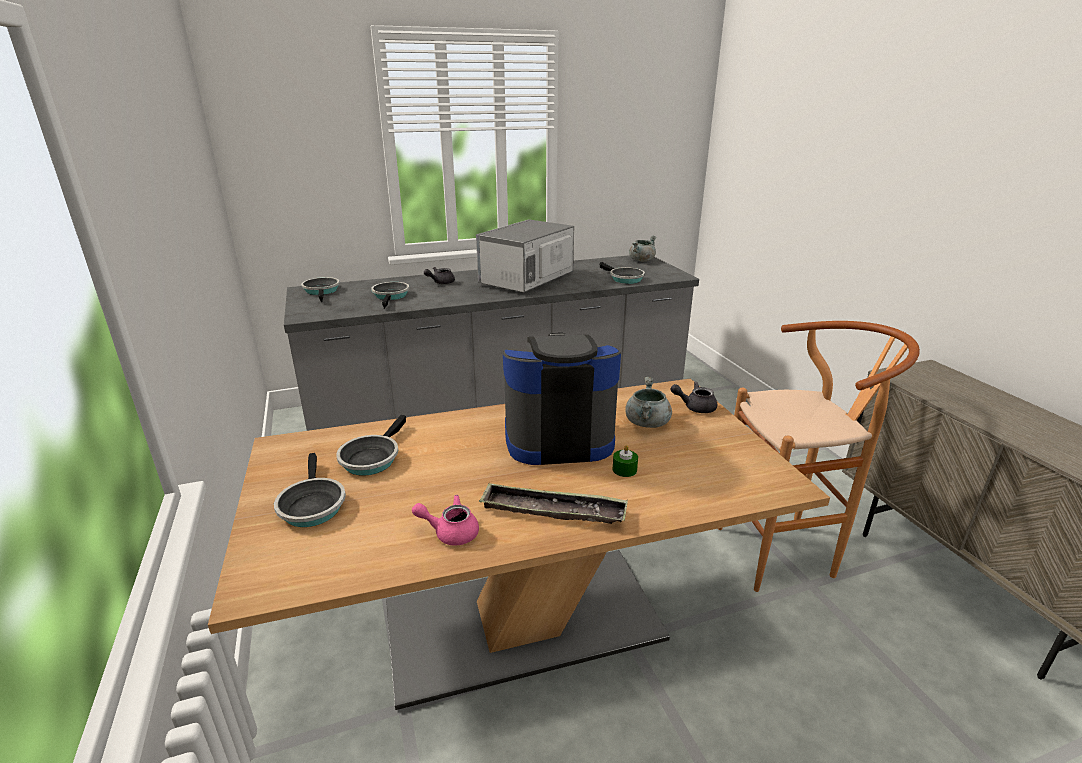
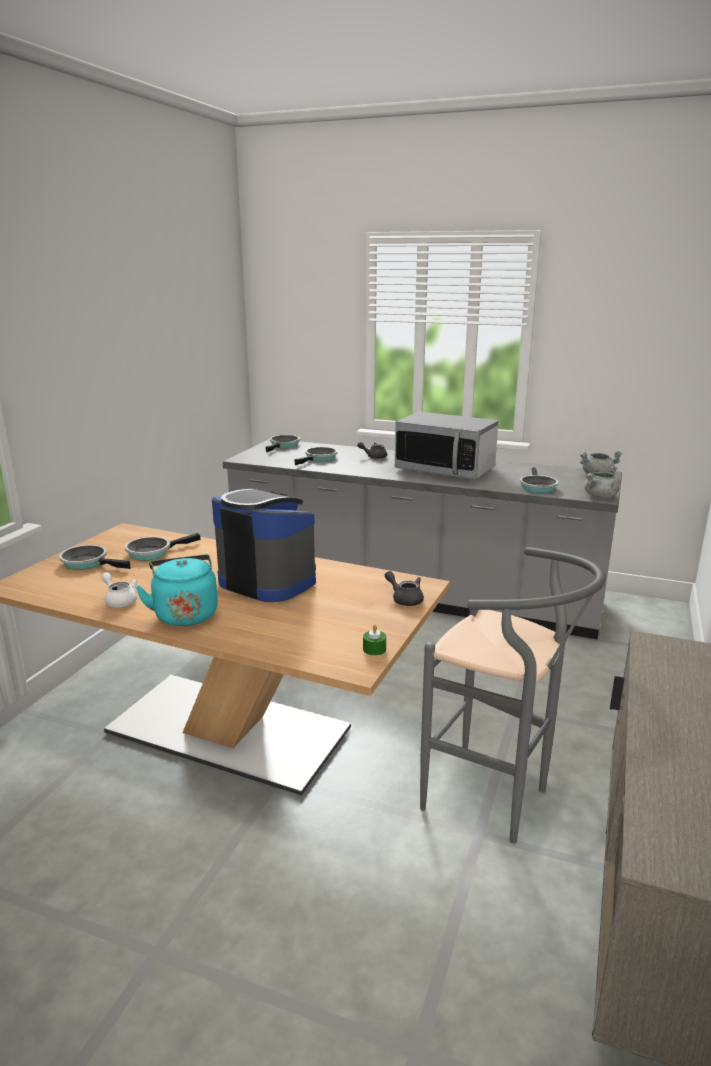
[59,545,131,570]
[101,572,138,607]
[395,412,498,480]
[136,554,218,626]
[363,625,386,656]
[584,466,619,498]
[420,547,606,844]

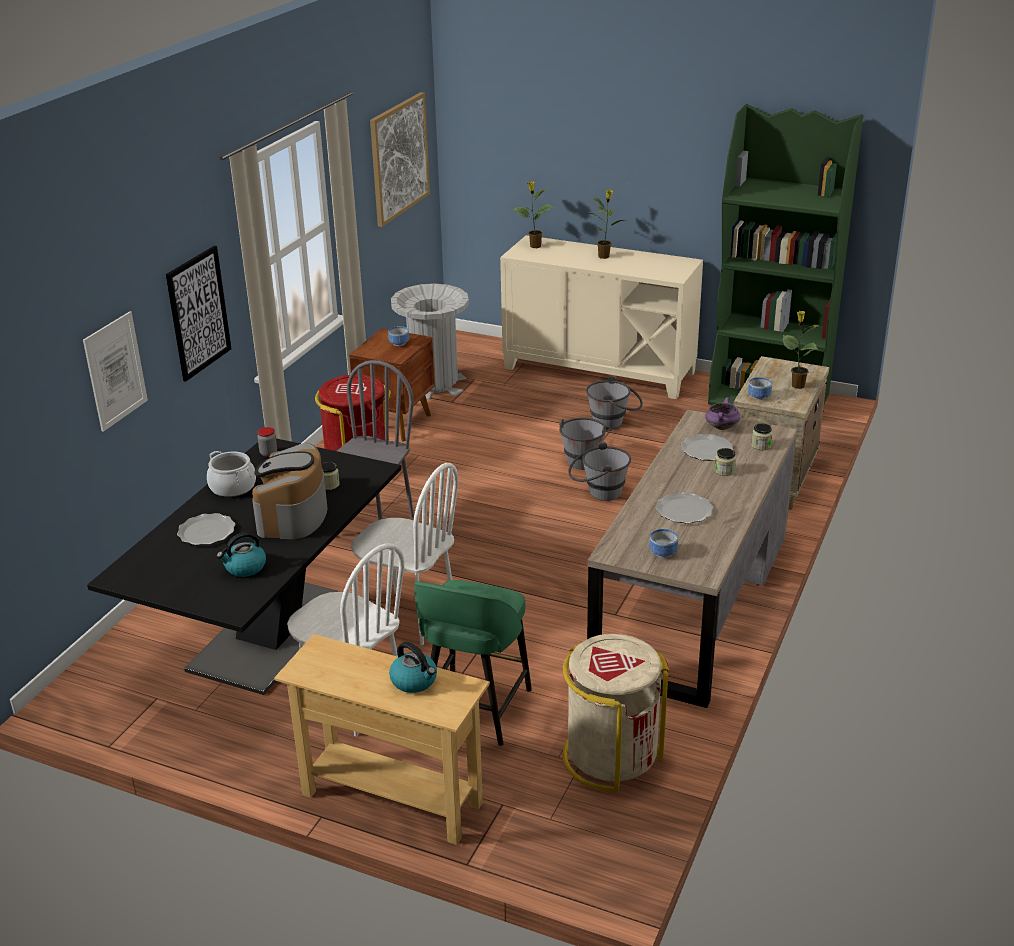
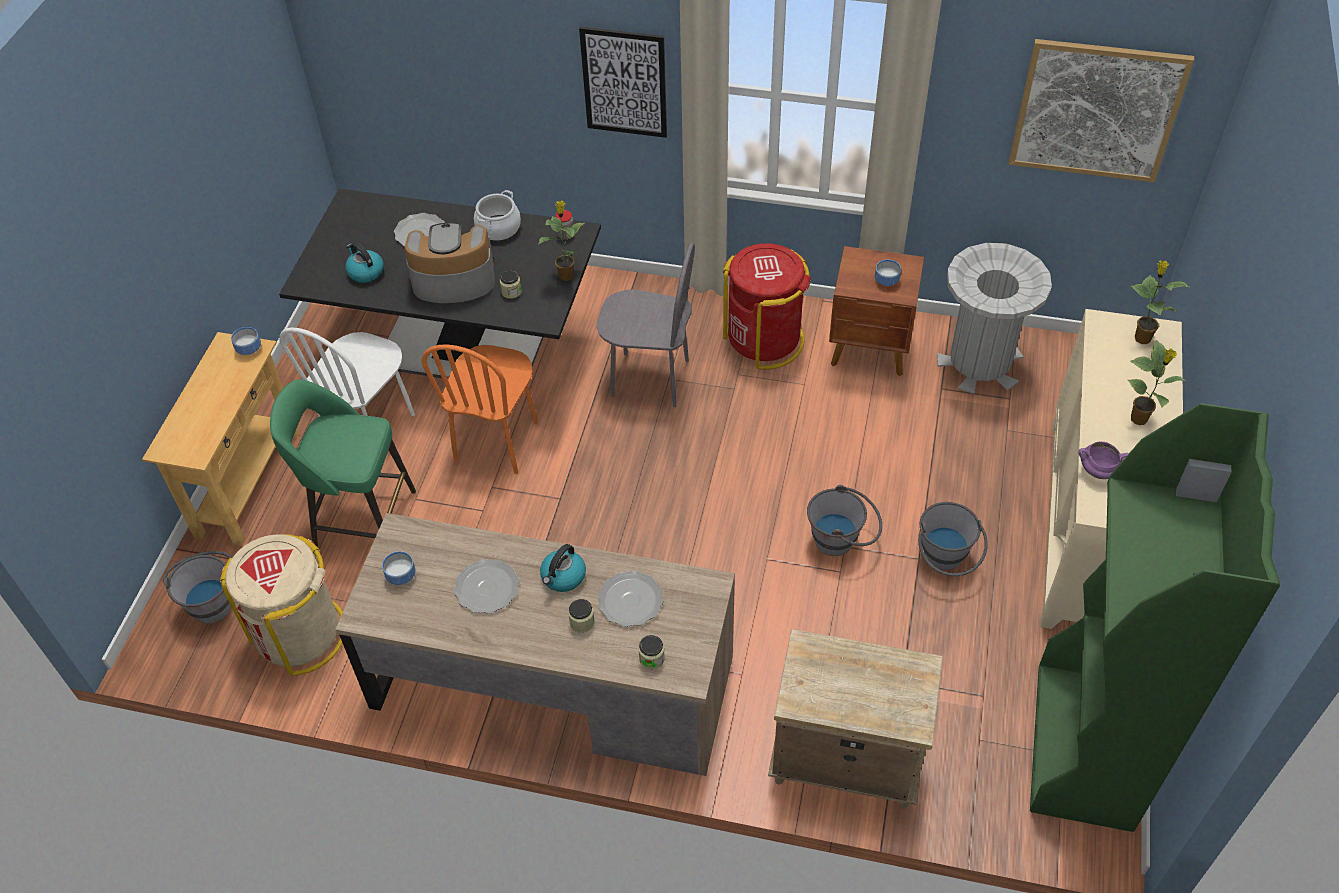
[83,311,148,432] (first image)
[422,344,538,474]
[540,544,586,592]
[163,551,232,624]
[1078,442,1129,479]
[231,327,261,355]
[538,201,586,281]

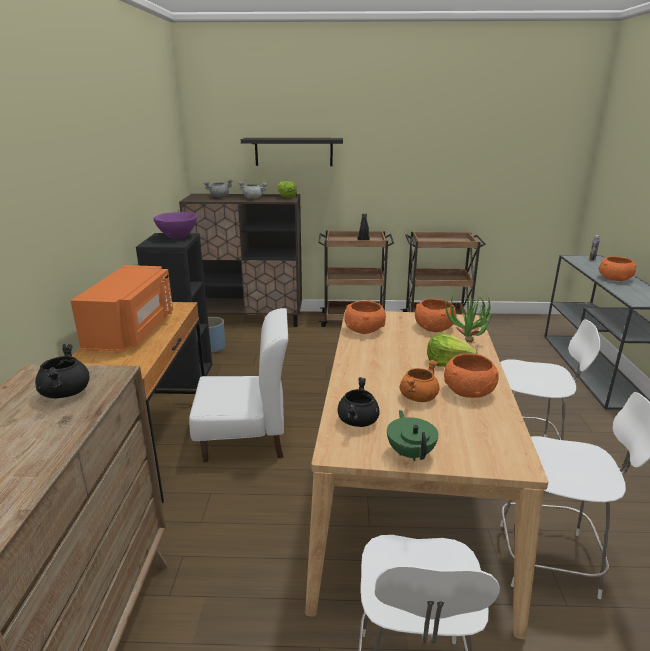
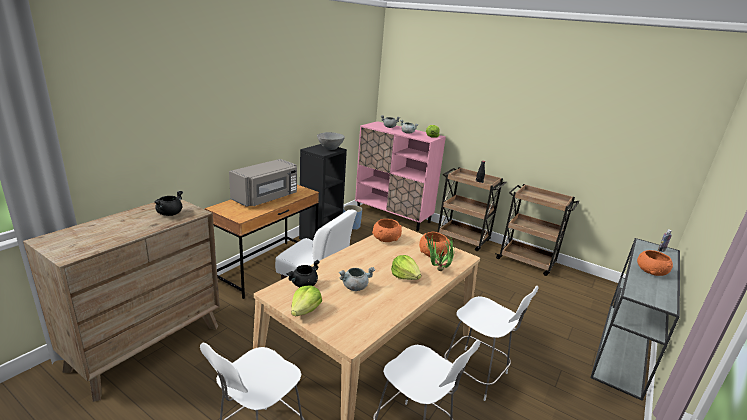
[229,159,297,207]
[317,132,345,150]
[355,121,446,231]
[241,138,343,166] (first image)
[291,285,322,316]
[339,267,375,291]
[444,354,499,398] (first image)

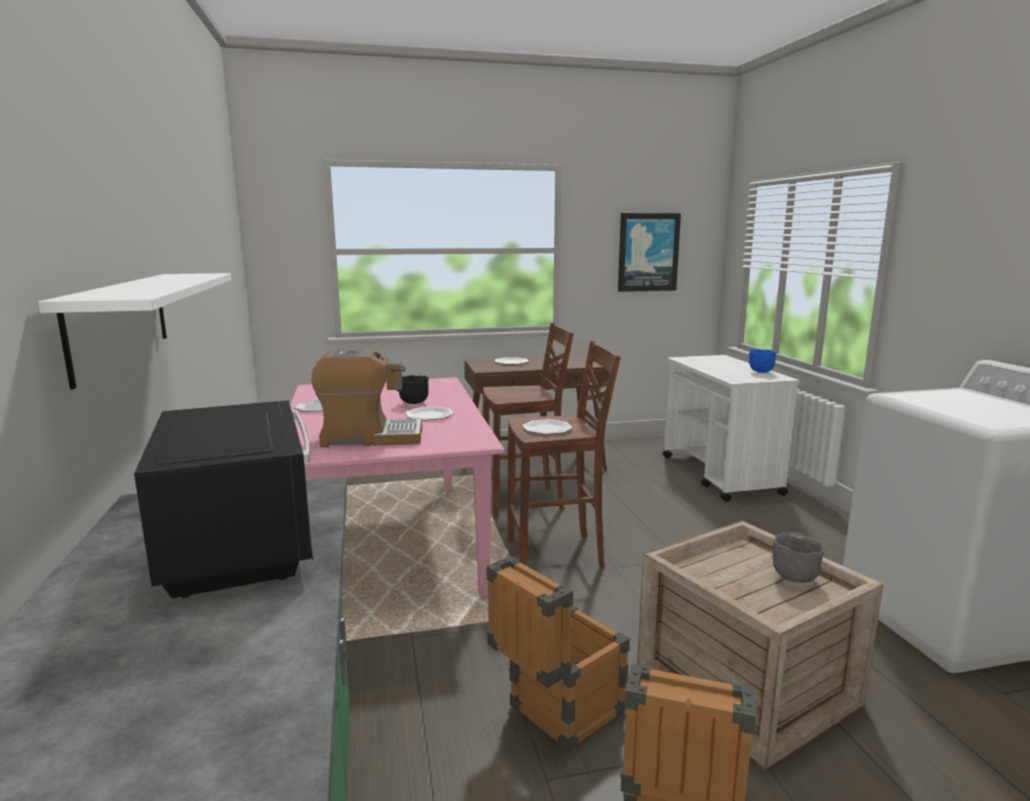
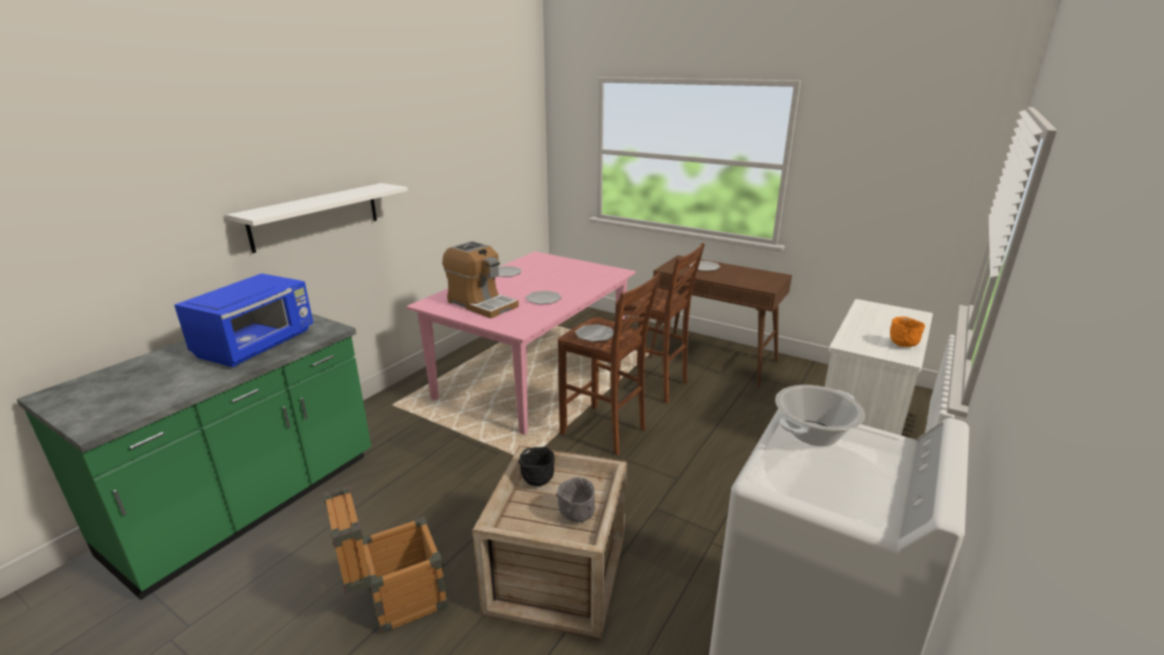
[174,273,313,367]
[518,447,554,487]
[486,556,630,752] (first image)
[618,213,681,292] (first image)
[890,316,925,347]
[775,385,865,446]

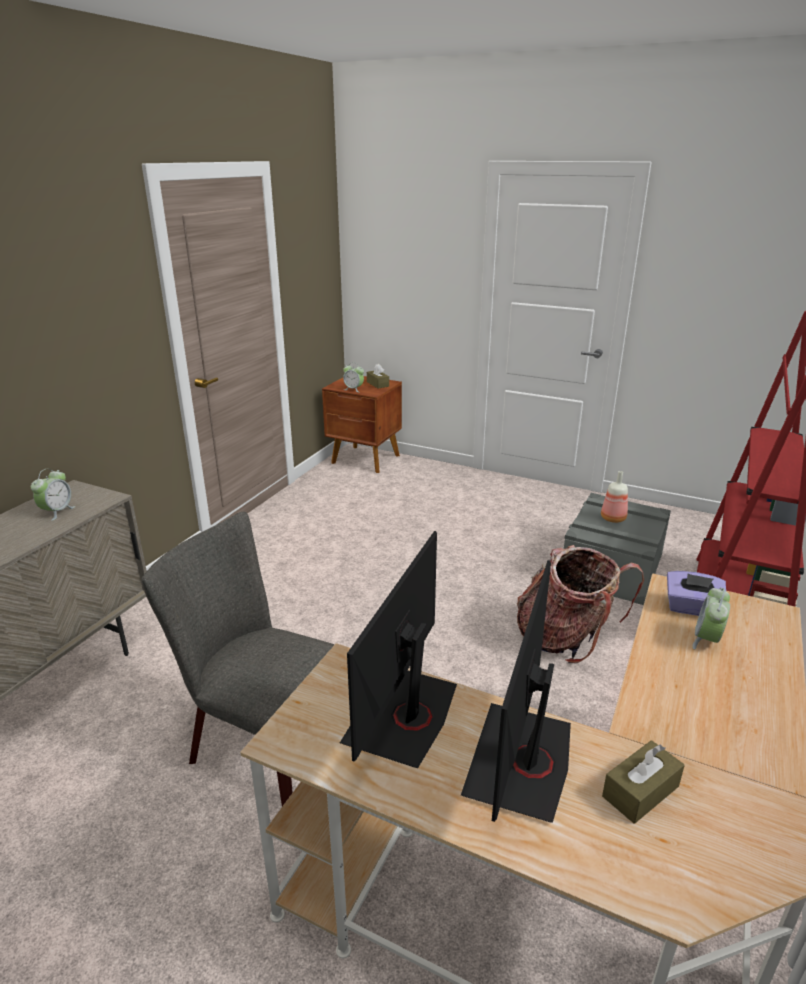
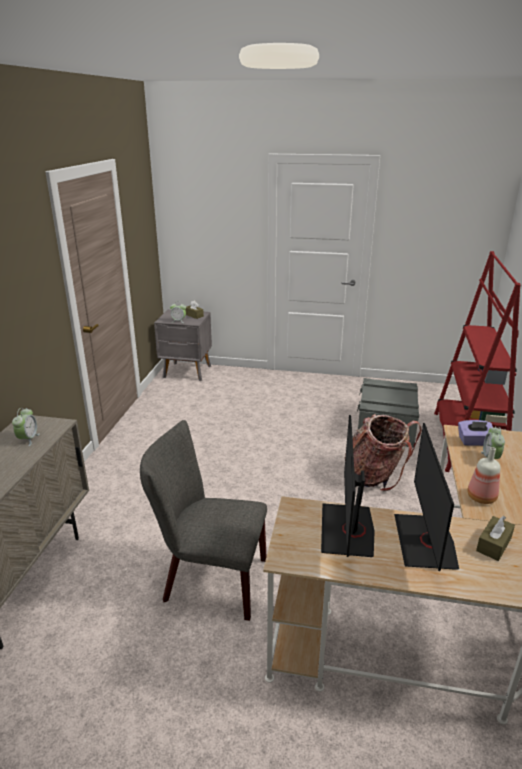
[154,309,212,381]
[467,447,500,504]

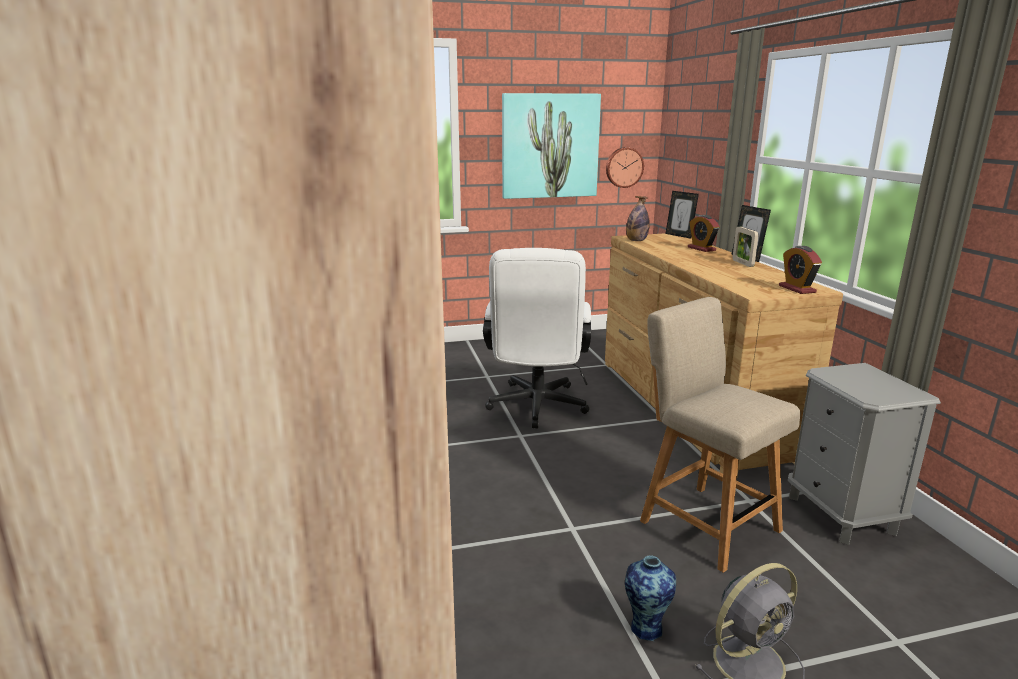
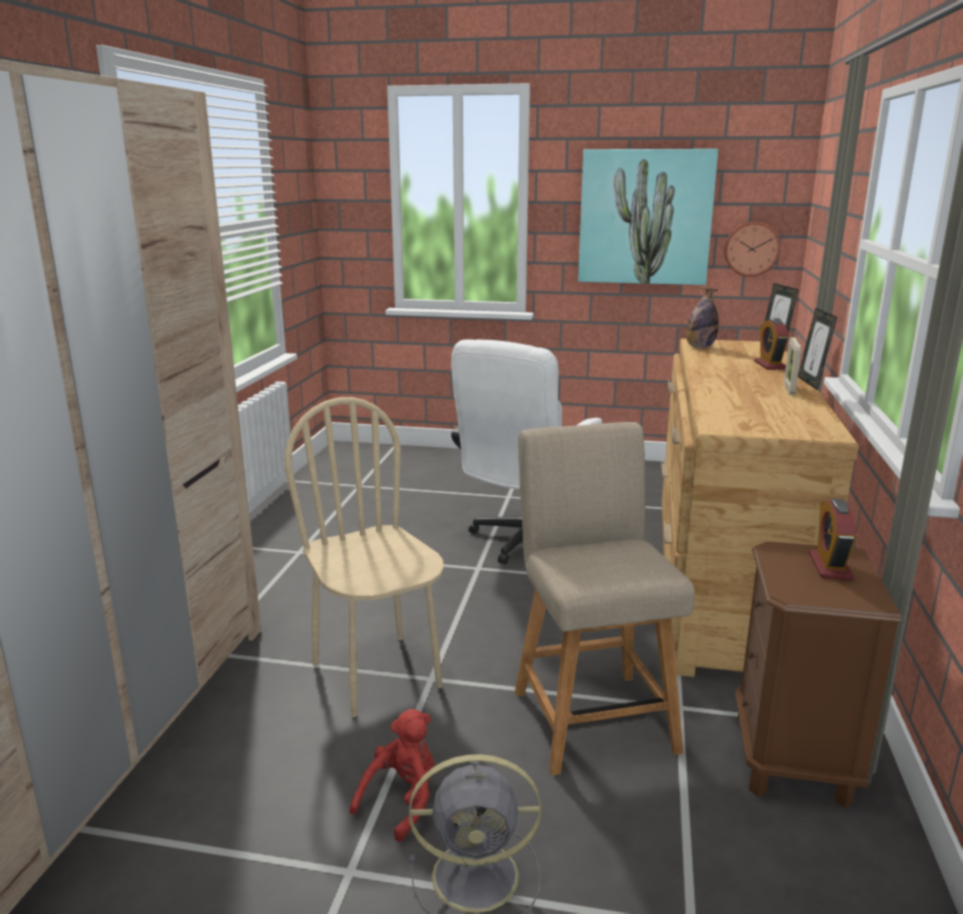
[350,709,434,842]
[809,498,856,580]
[735,541,901,808]
[284,397,444,717]

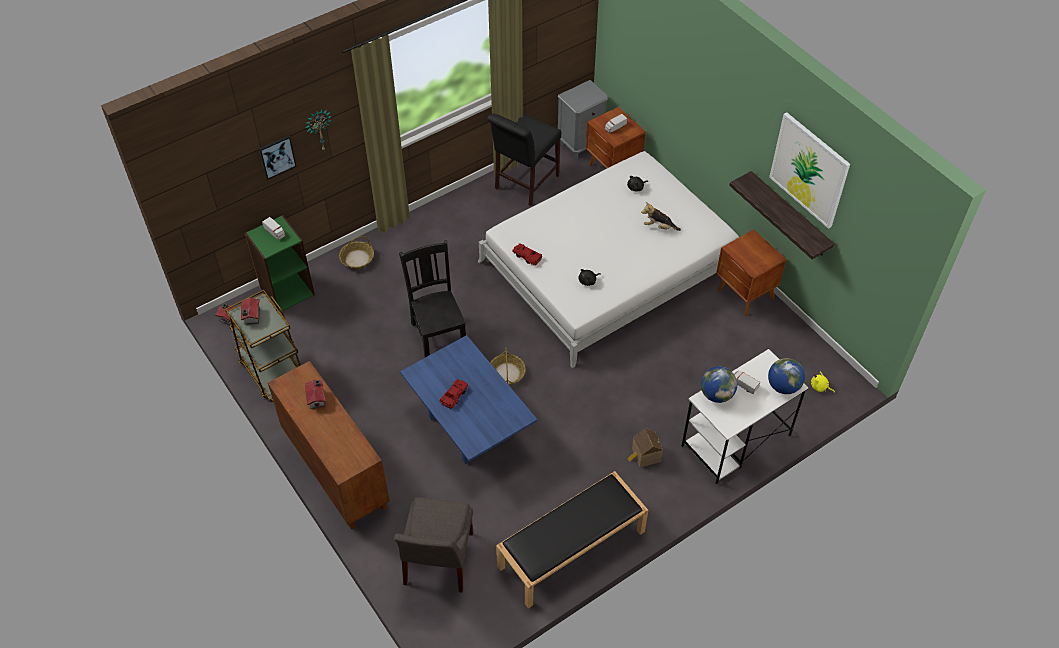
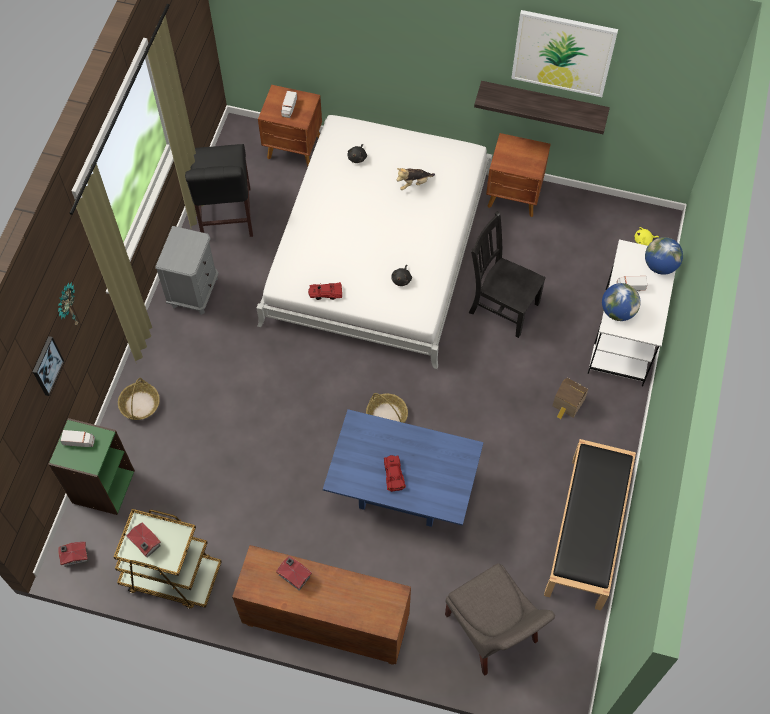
[469,211,546,338]
[155,226,219,315]

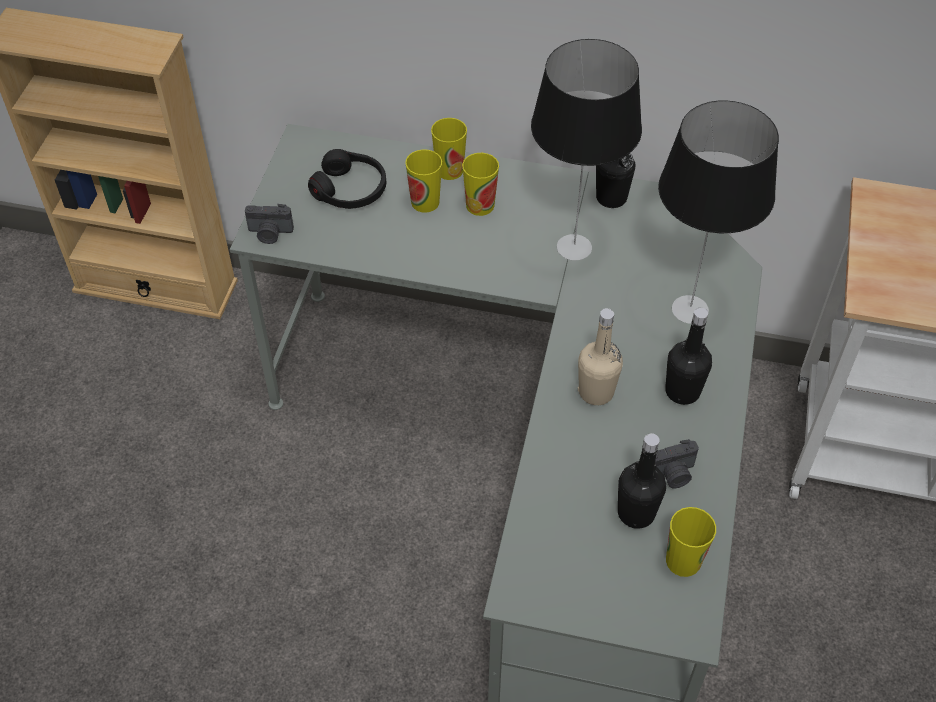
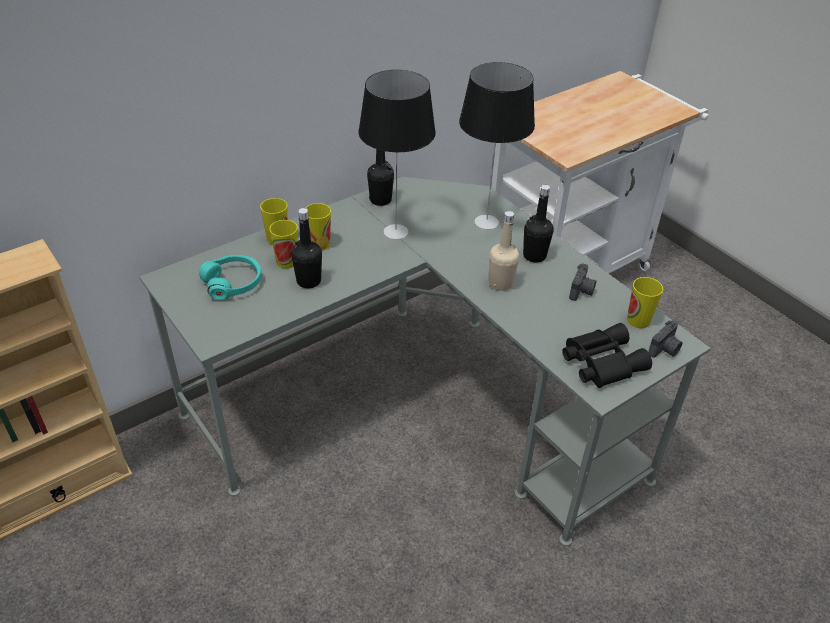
[648,320,683,358]
[199,255,262,300]
[291,208,322,288]
[562,323,652,388]

